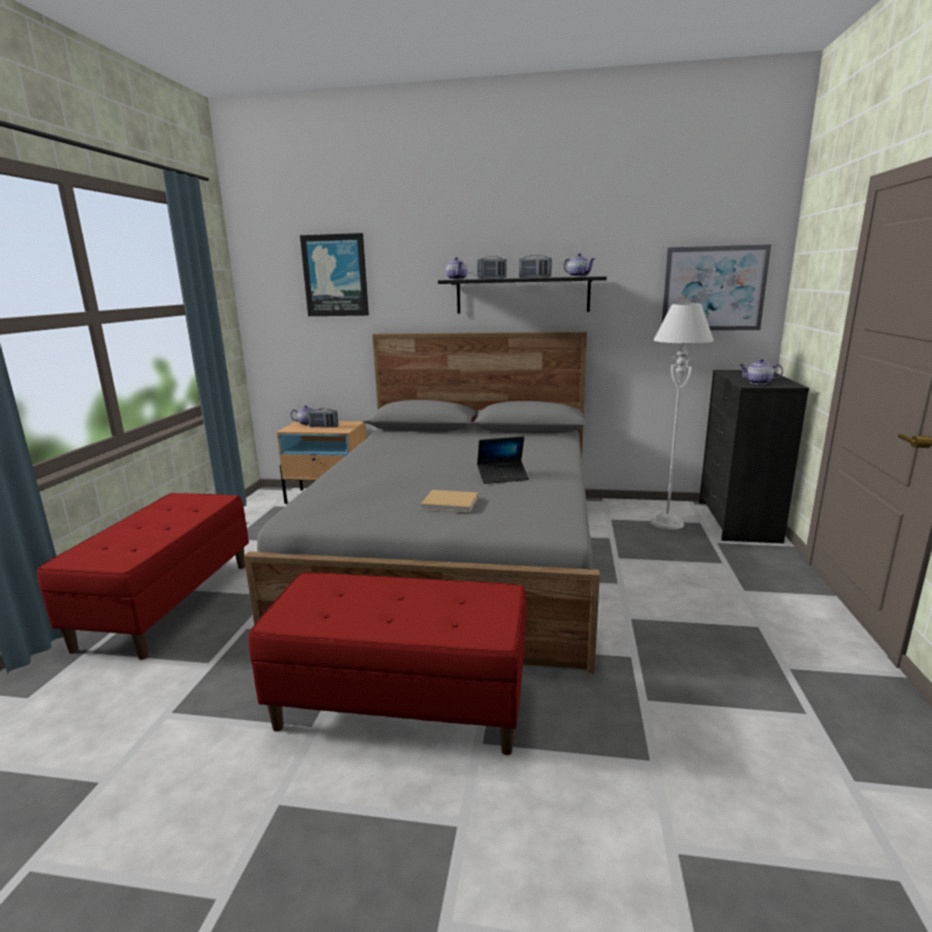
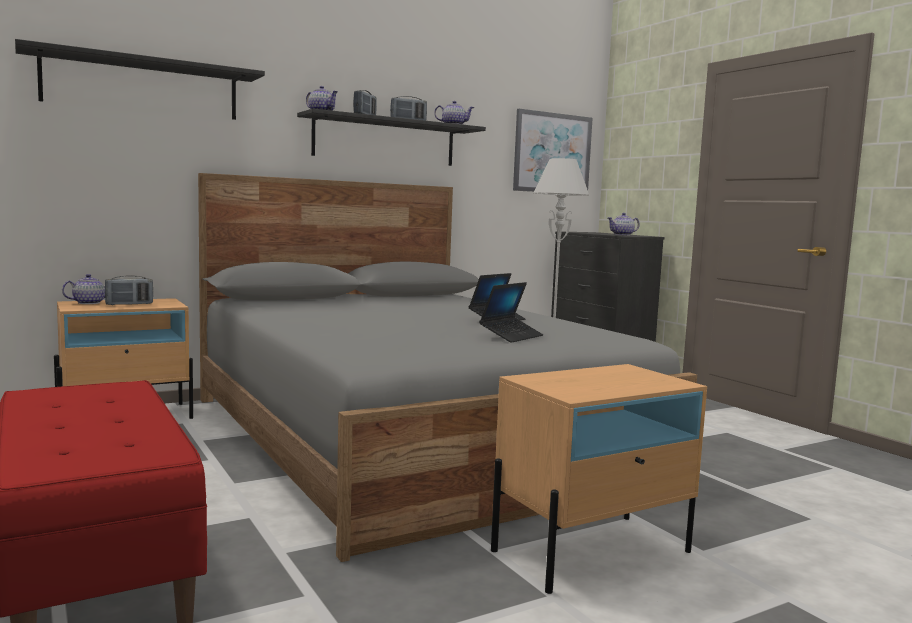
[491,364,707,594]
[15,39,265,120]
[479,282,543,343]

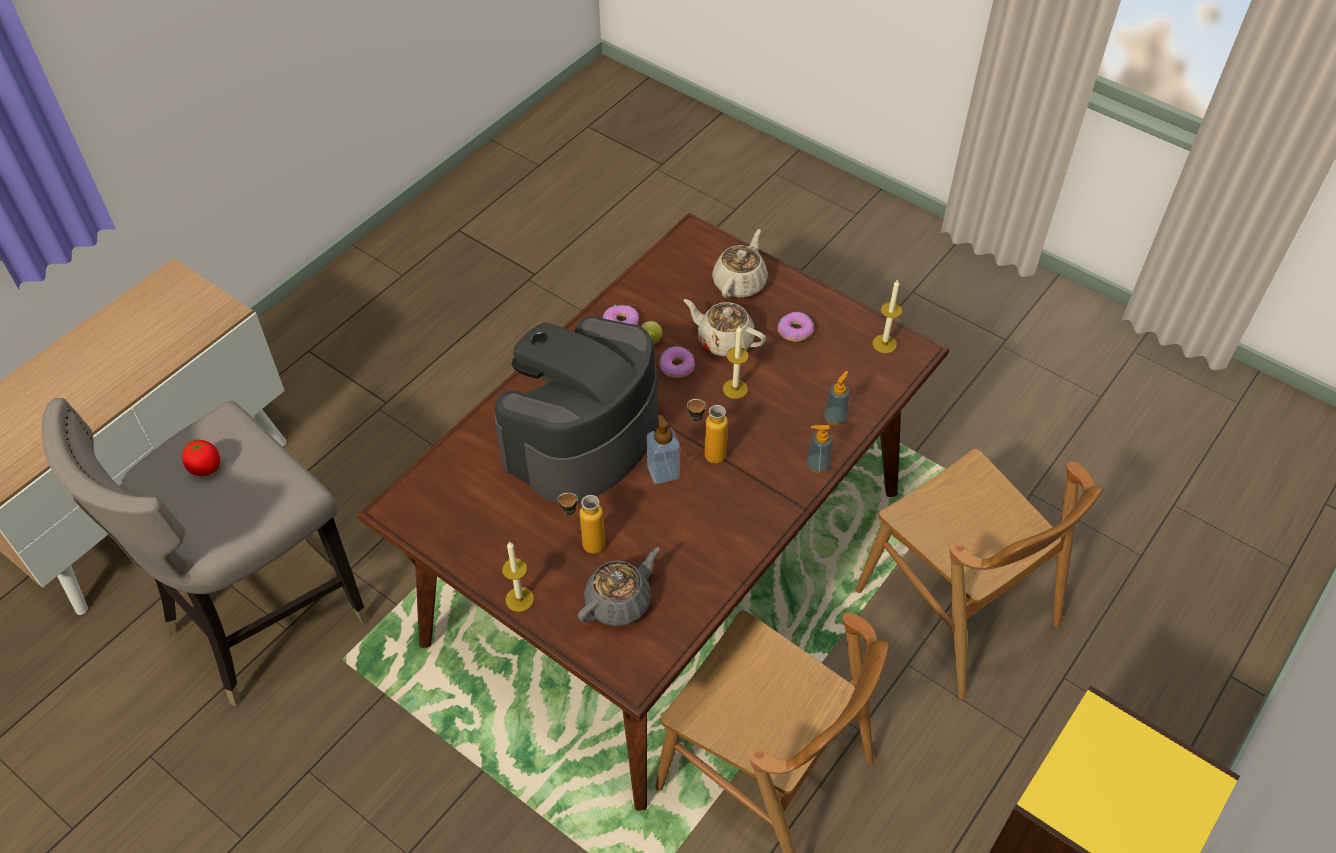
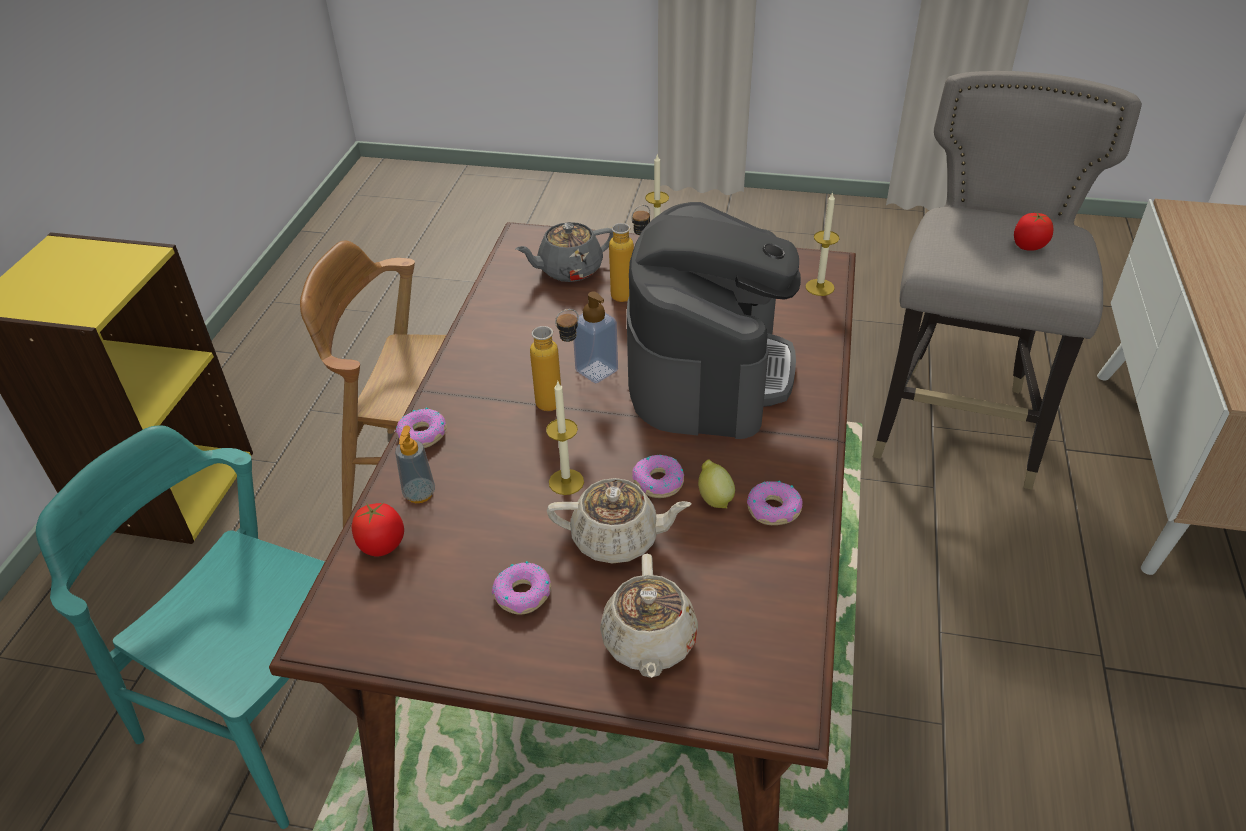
[515,222,613,282]
[396,408,447,448]
[36,425,325,829]
[806,192,839,296]
[352,503,404,556]

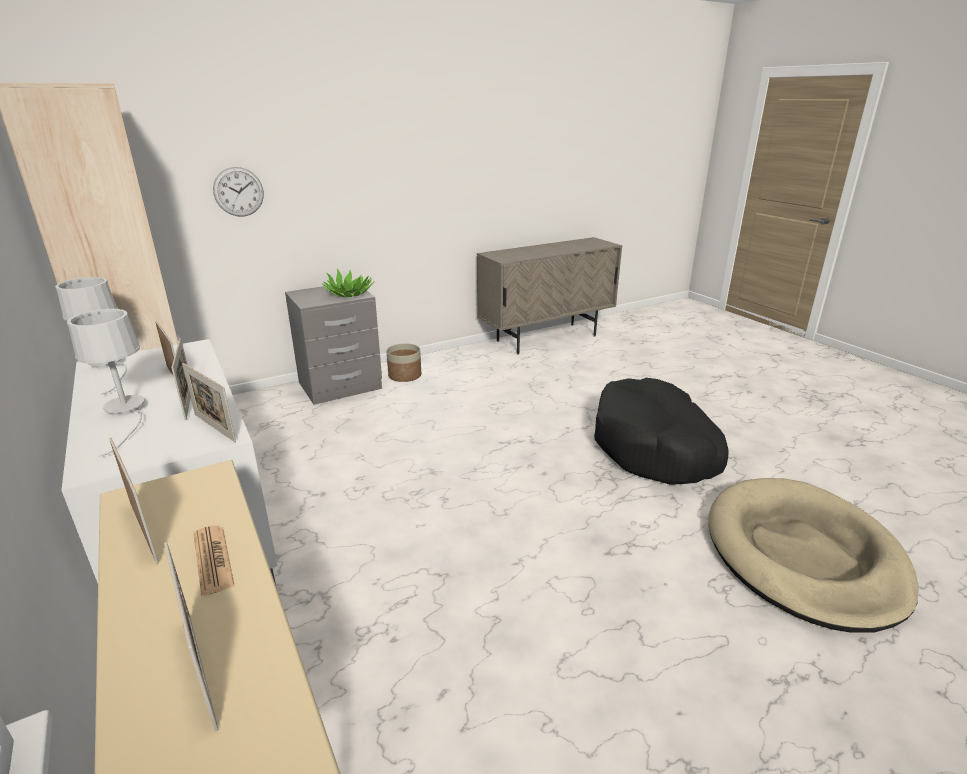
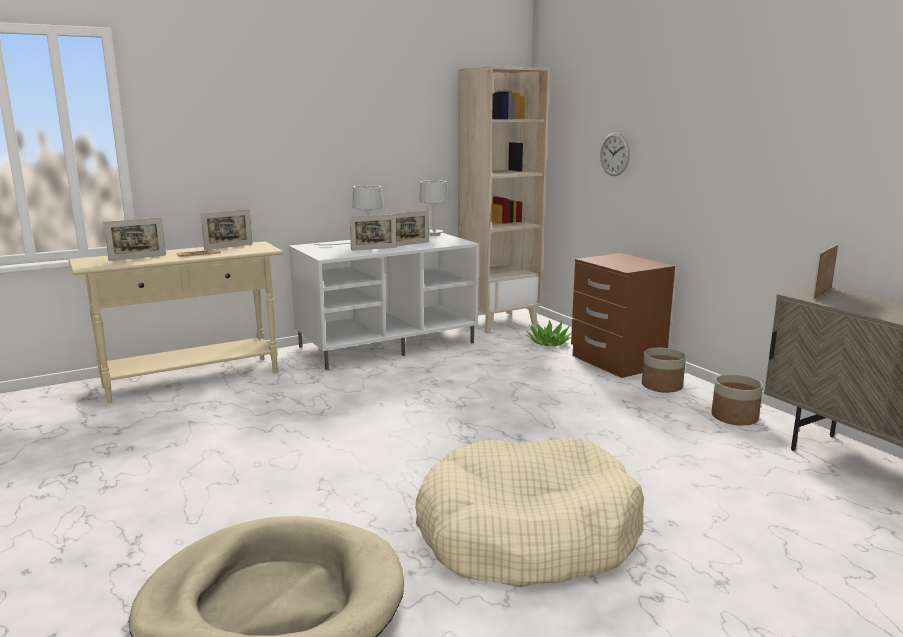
[812,244,838,300]
[571,253,675,378]
[526,320,572,346]
[415,438,644,587]
[711,374,763,425]

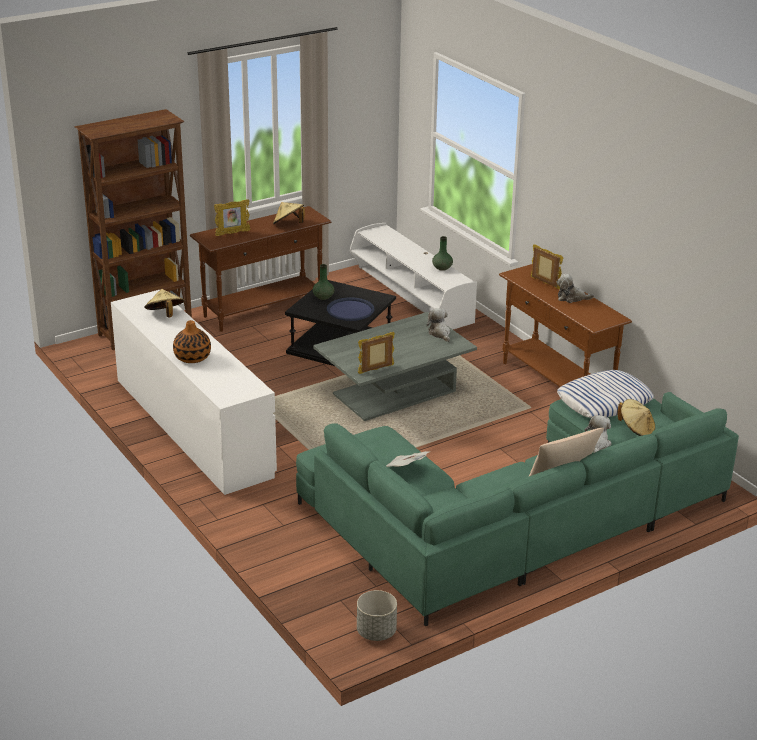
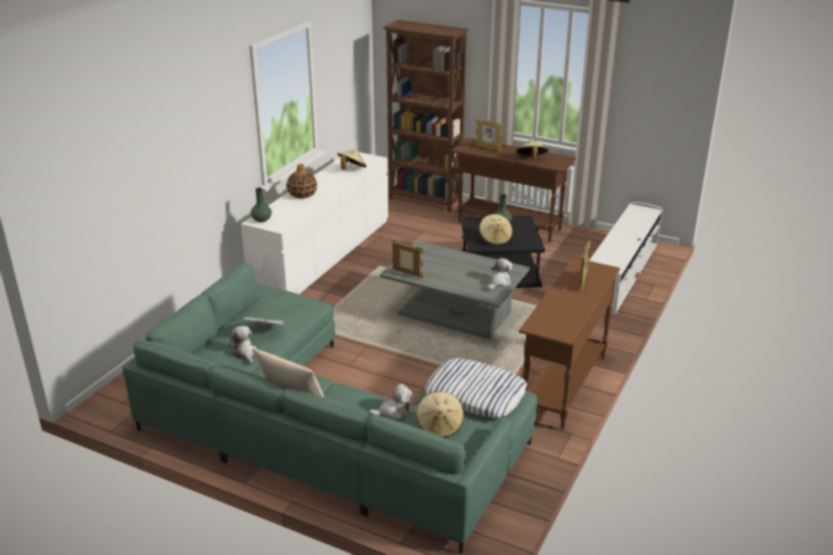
[479,214,513,245]
[357,590,397,641] (first image)
[251,188,272,222]
[229,326,257,364]

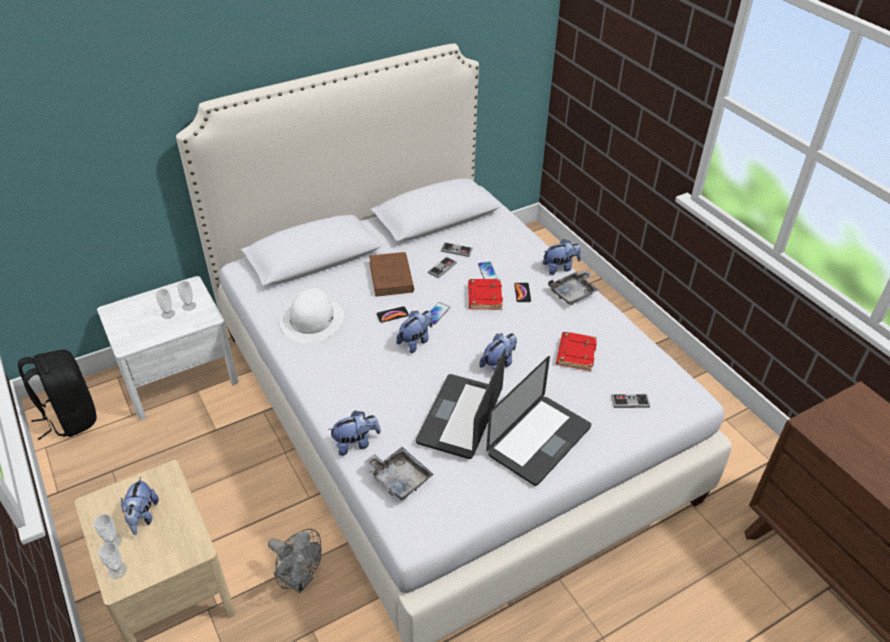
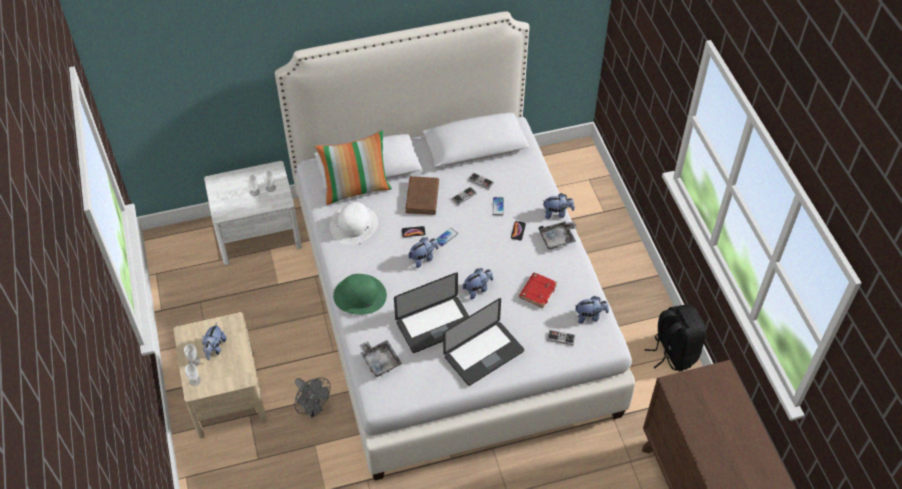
[645,304,706,371]
[574,296,609,323]
[394,272,469,353]
[468,279,503,310] (first image)
[315,130,392,205]
[333,274,387,315]

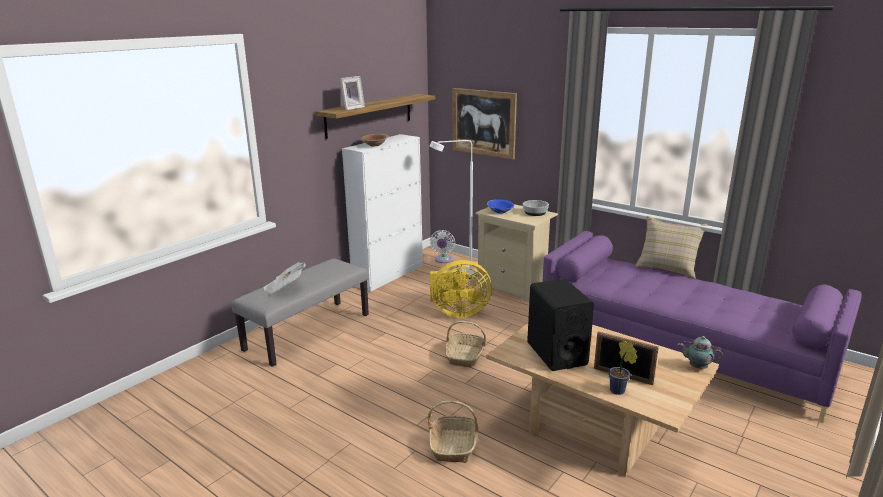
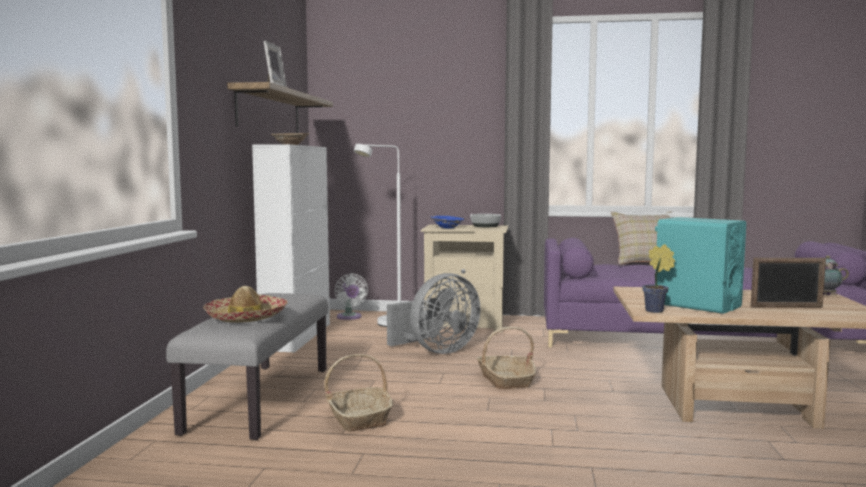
[203,286,288,323]
[324,354,393,432]
[387,273,480,354]
[452,88,517,159] (first image)
[655,217,746,314]
[642,244,675,313]

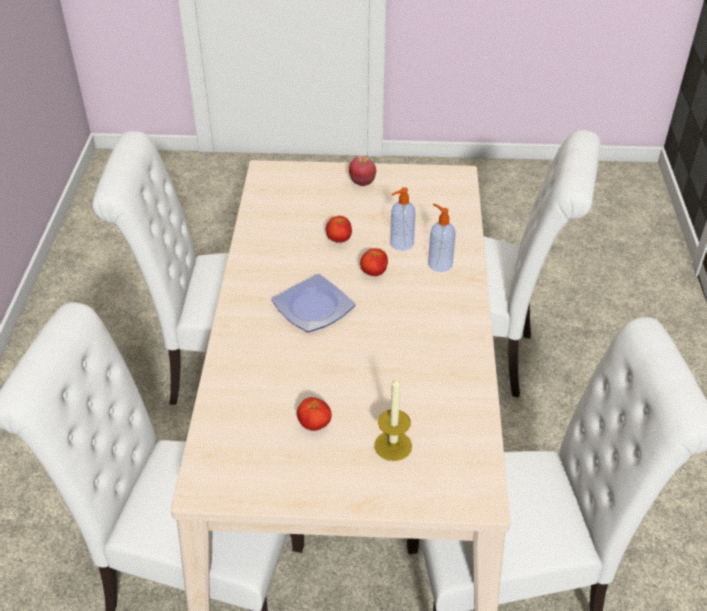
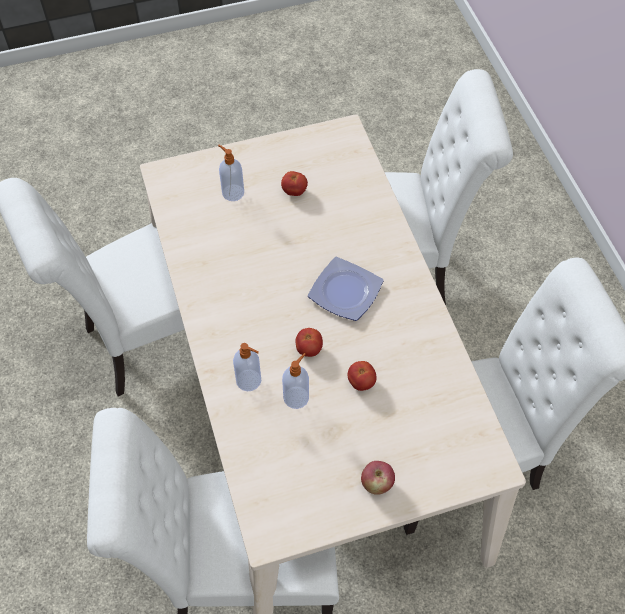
[218,145,244,201]

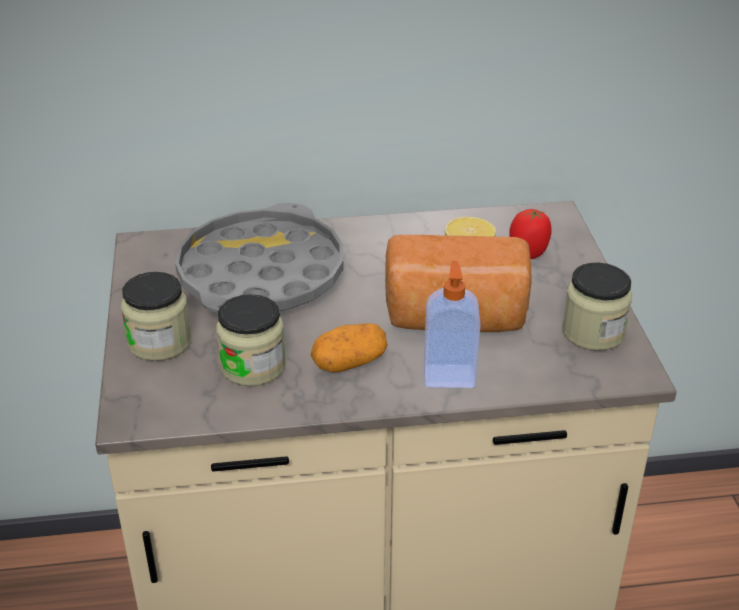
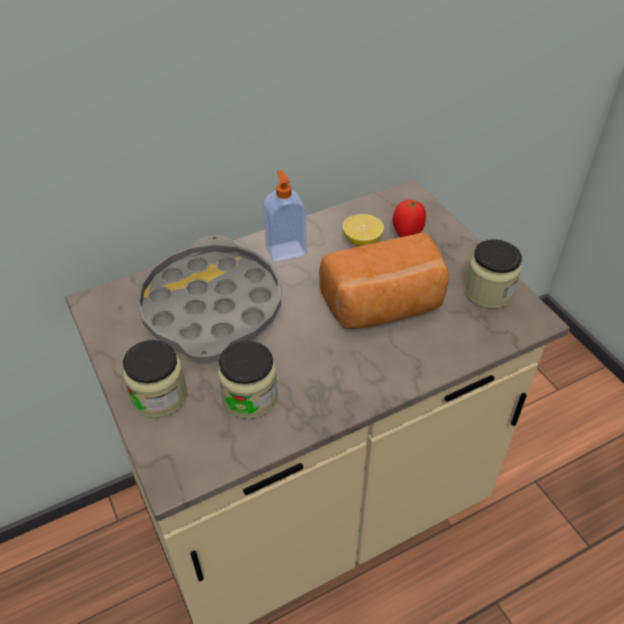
[310,323,388,373] (first image)
[263,170,307,262]

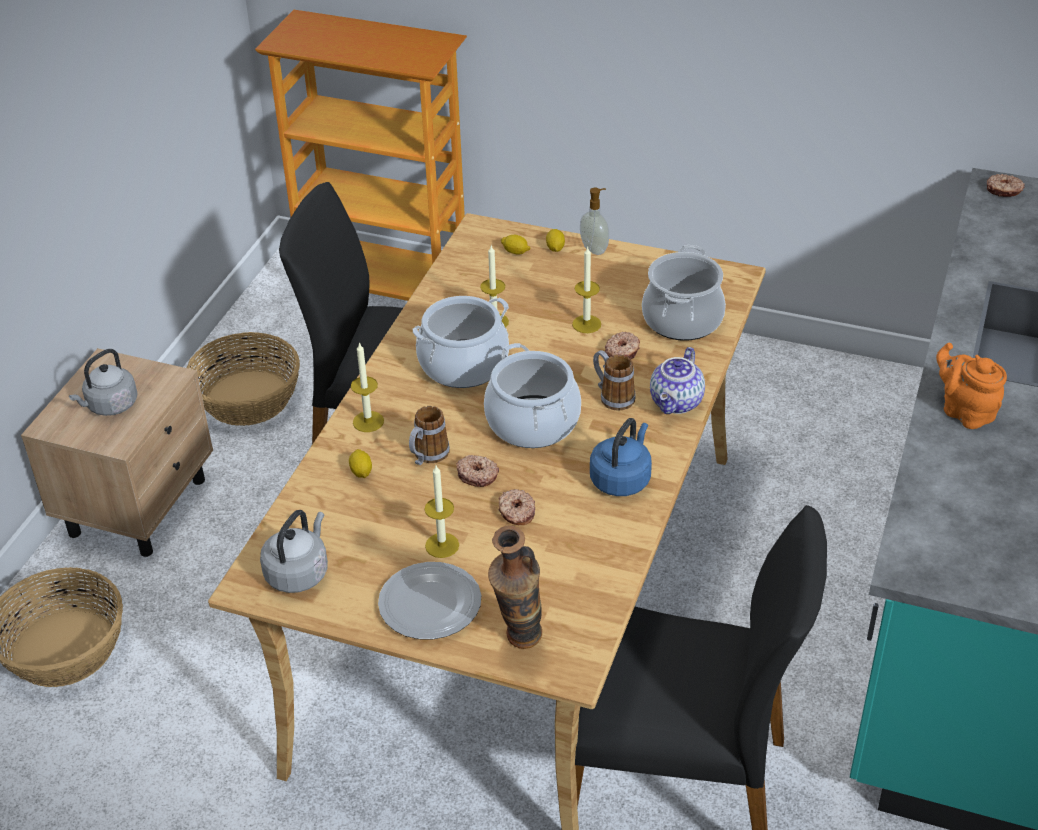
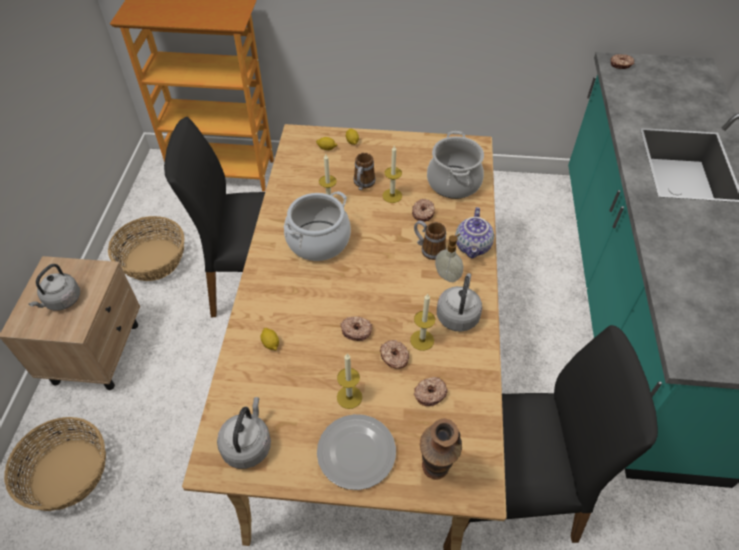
[410,294,435,351]
[354,153,376,190]
[484,343,581,448] (first image)
[435,234,463,282]
[437,273,482,332]
[936,343,1007,429] (first image)
[414,376,447,406]

